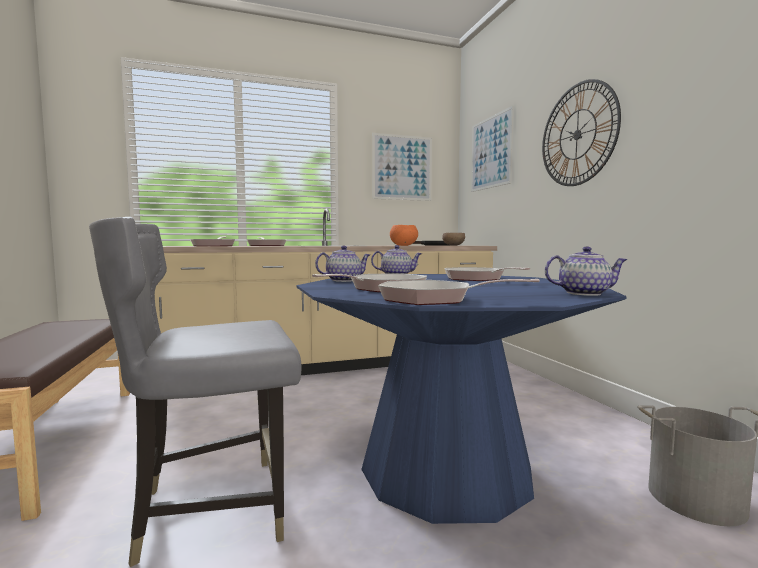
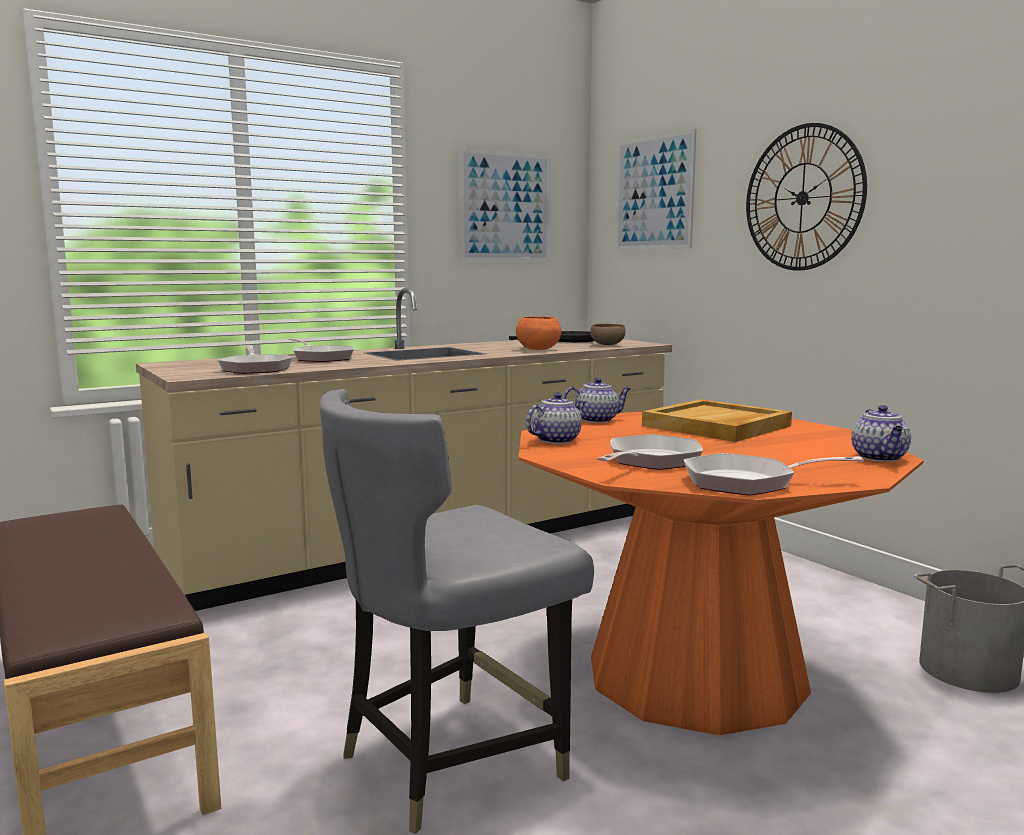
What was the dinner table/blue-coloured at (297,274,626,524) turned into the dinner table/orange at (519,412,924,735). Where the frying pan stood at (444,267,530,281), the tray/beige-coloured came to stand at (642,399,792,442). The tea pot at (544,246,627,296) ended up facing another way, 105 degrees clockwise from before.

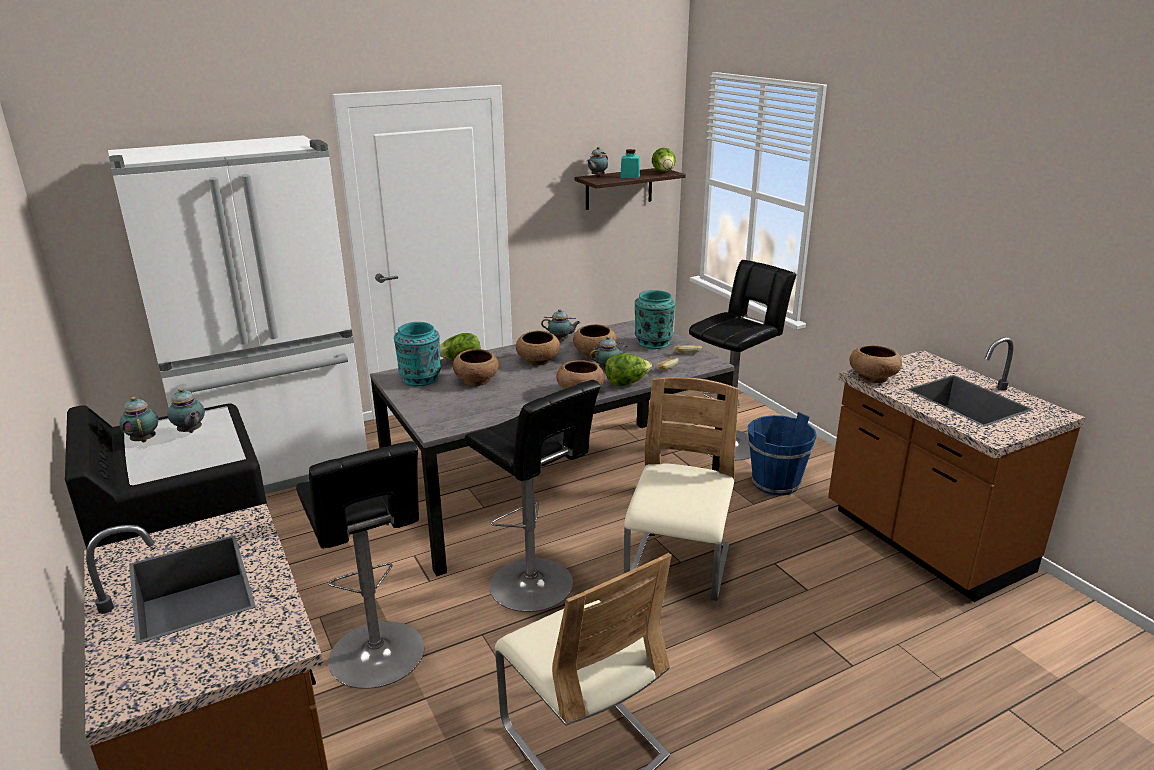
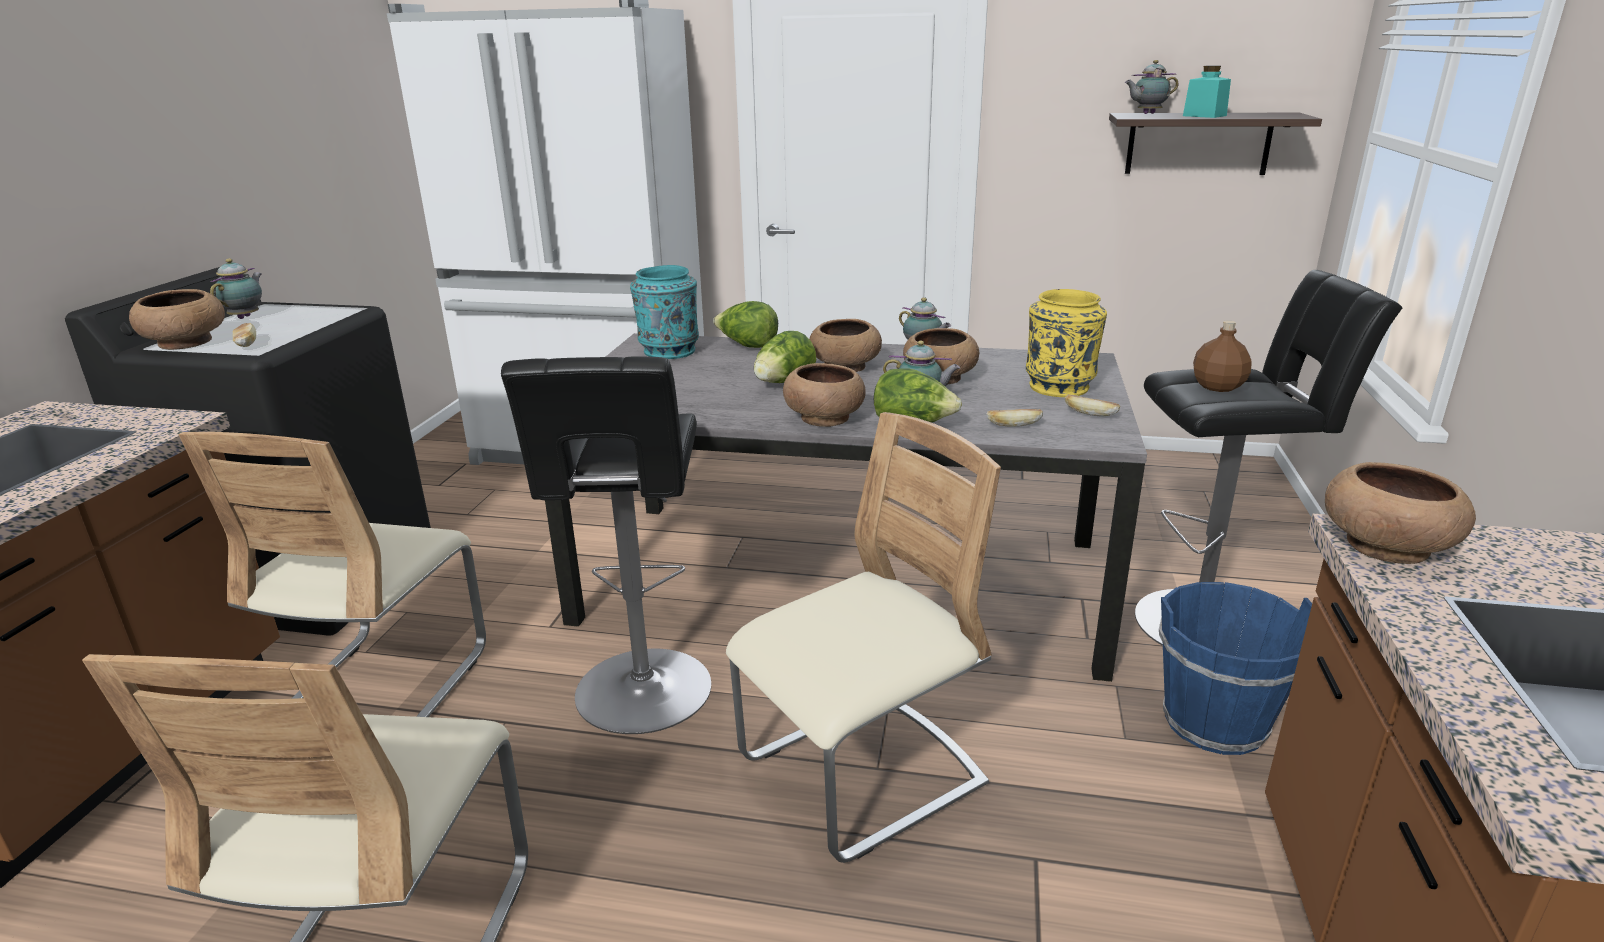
The serving bowl/brown-coloured ended up elsewhere, having gone from (453,349,499,386) to (129,289,225,350). Where the sitting stool/black-coloured stood at (296,441,424,689), the plain chair/beige-coloured came to stand at (179,432,486,717). The second view gained the bread at (233,323,256,347). The head of lettuce ended up elsewhere, having gone from (652,148,676,172) to (754,331,816,383). What was the decorative vase/blue-green at (635,290,675,349) turned into the decorative vase/yellow-coloured at (1026,289,1107,397). The second view gained the beverage bottle/brown-coloured at (1193,320,1252,392). The second view lost the tea pot at (168,388,205,433).

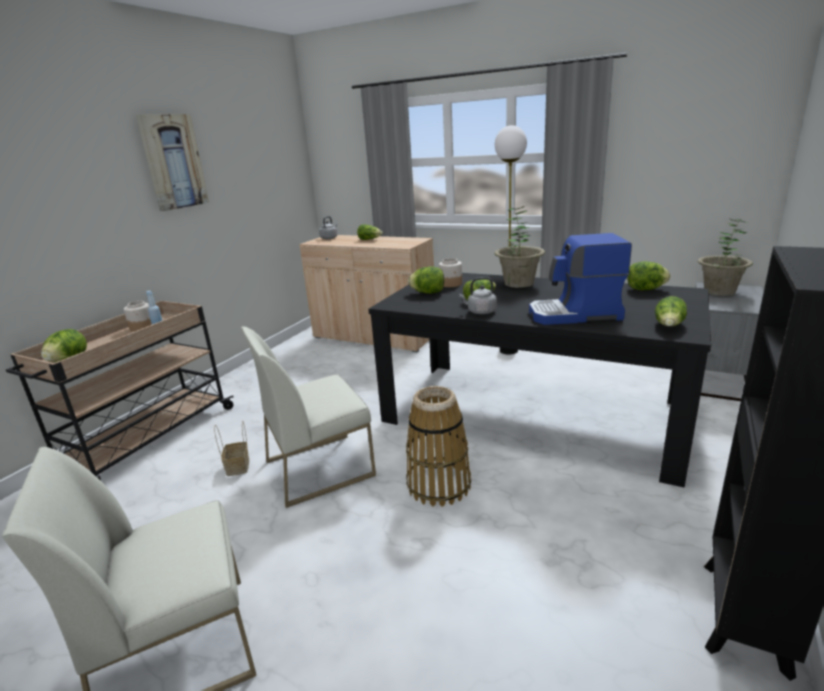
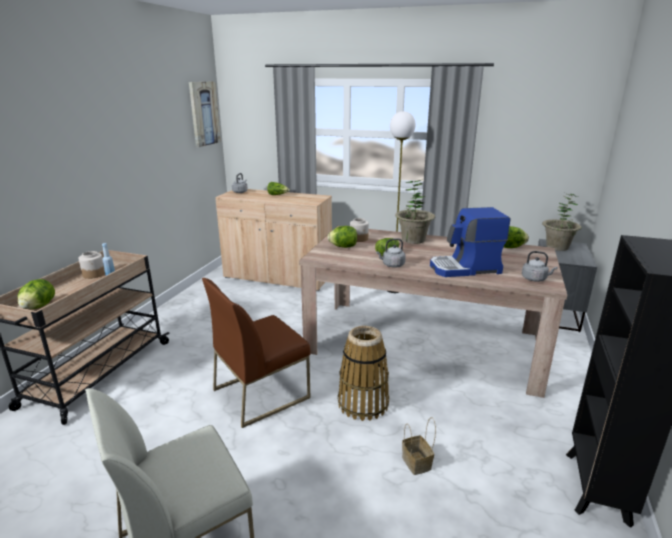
The wall picture ended up elsewhere, having gone from (136,114,209,211) to (189,81,221,147). What was the plain chair/whitish at (241,326,376,508) turned into the plain chair/brown-coloured at (202,278,311,428). What was the dinner table/black-coloured at (368,273,711,487) turned into the dinner table/beige-coloured at (299,226,567,398). The household basket ended up elsewhere, having gone from (214,421,249,476) to (402,417,436,475). Where the head of lettuce stood at (655,296,687,327), the water kettle/greyish came to stand at (522,251,558,282).

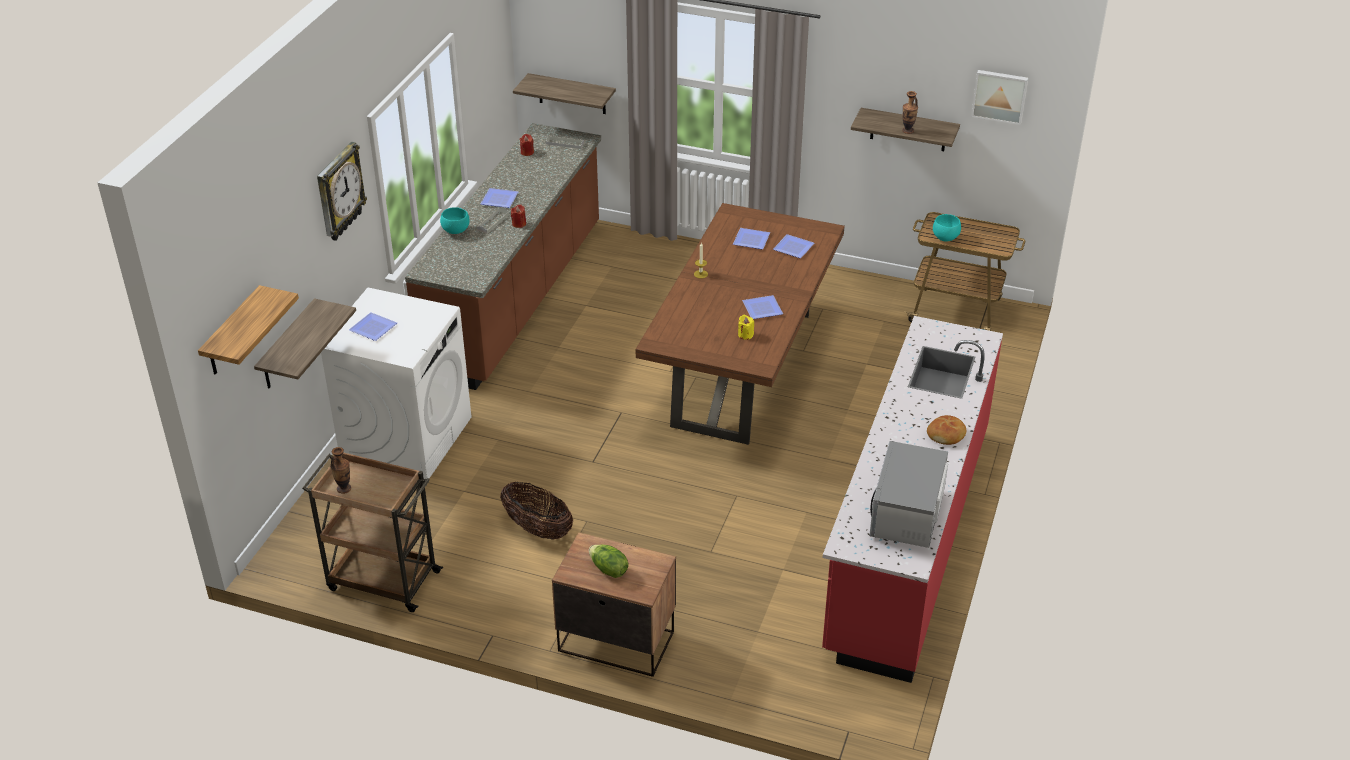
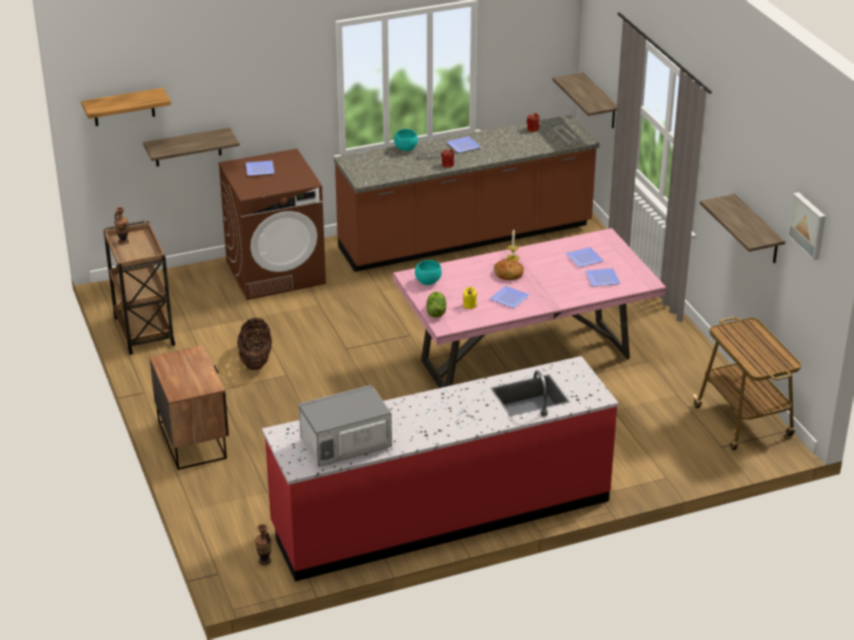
What was the laundry appliance/whitish at (321,288,472,479) turned into the laundry appliance/brown-coloured at (218,149,326,300). The decorative vase ended up elsewhere, having gone from (902,91,918,134) to (255,524,271,565). What was the dinner table/brown-coloured at (635,203,845,445) turned into the dinner table/pink at (393,228,666,388). The serving bowl/blue-green ended up elsewhere, having gone from (933,214,961,242) to (415,260,442,285). The head of lettuce ended up elsewhere, having gone from (589,545,629,578) to (426,291,446,318). The bread ended up elsewhere, having gone from (927,415,966,445) to (494,260,524,280). The second view lost the clock on the wall at (317,142,367,241).

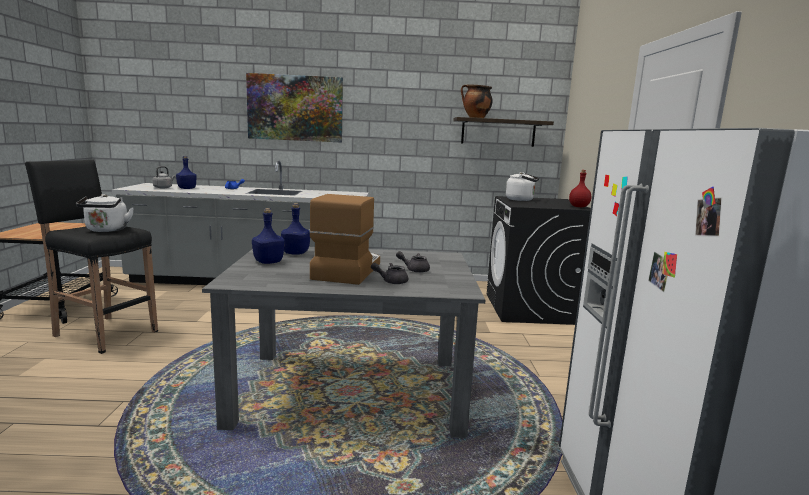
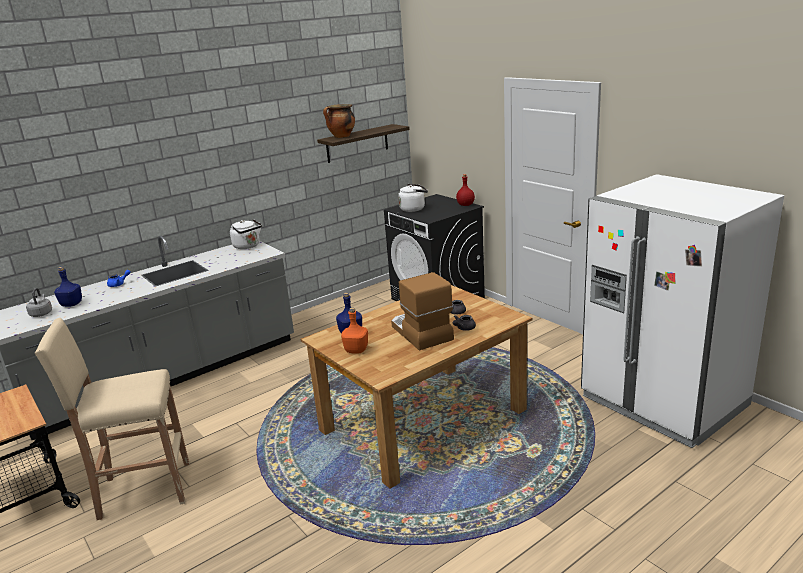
What was the sitting stool/black-coloured at (25,160,158,354) turned into the sitting stool/beige-coloured at (35,318,189,520). The water kettle/whitish ended up elsewhere, having gone from (76,194,134,232) to (230,219,262,249). What was the dinner table/greyish at (202,247,485,438) turned into the dinner table/brown-coloured at (301,285,532,489). What was the beverage bottle/blue-coloured at (252,208,285,264) turned into the beverage bottle/orange at (341,307,368,354). The second view lost the wall picture at (246,73,343,143).

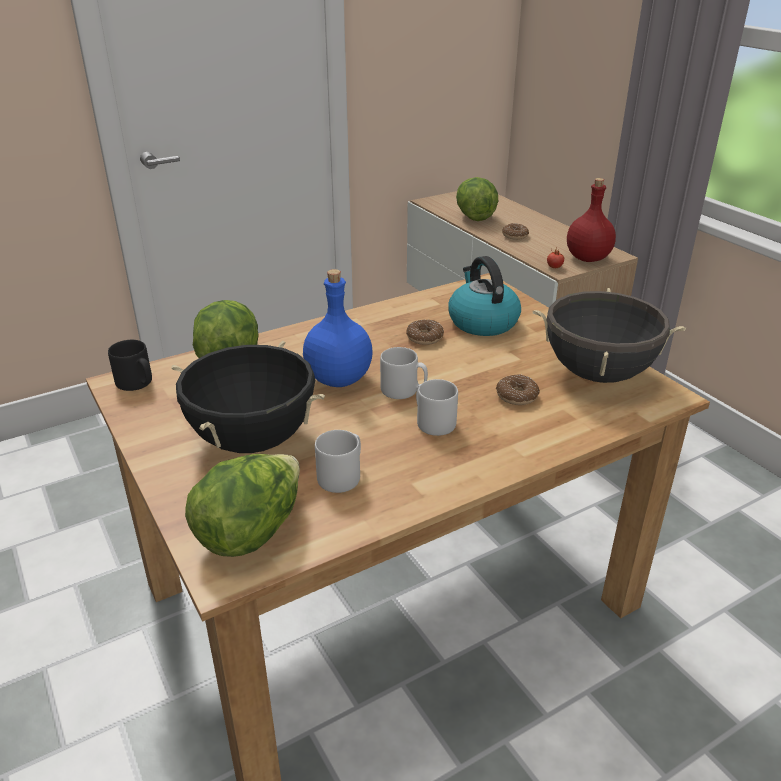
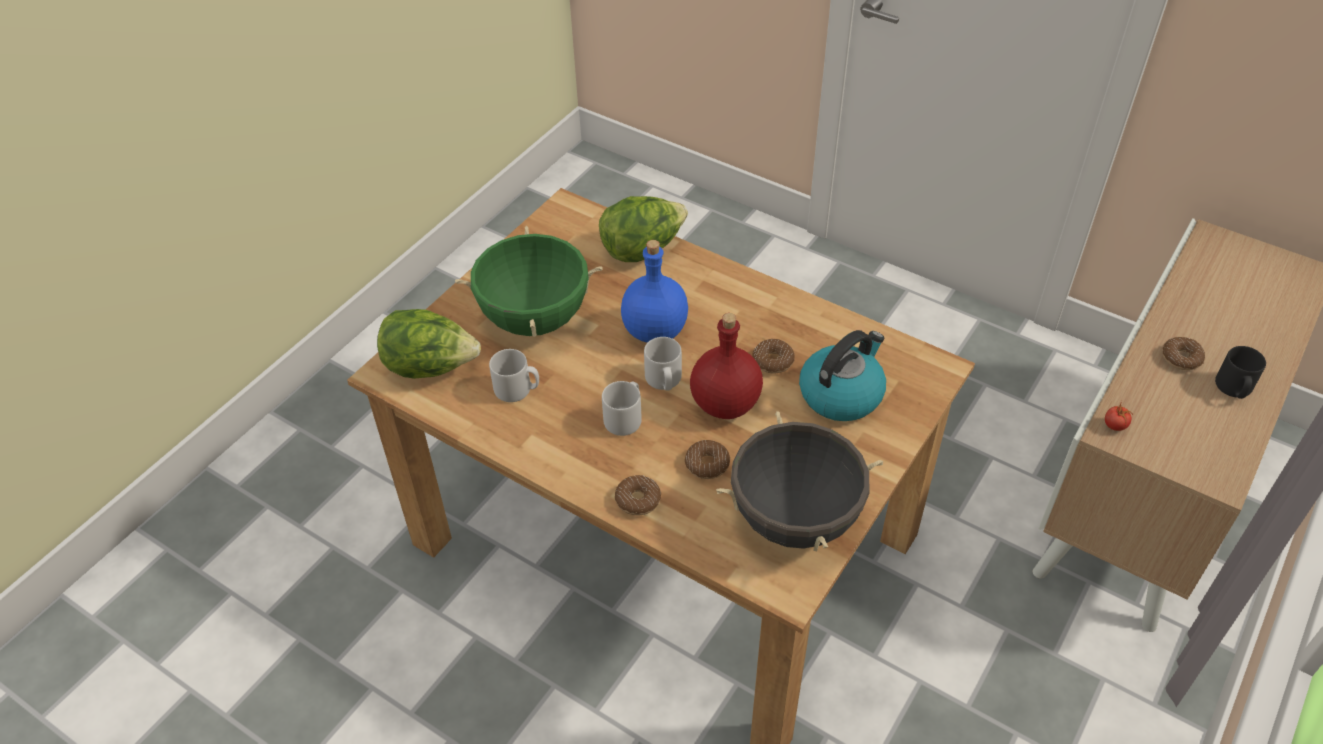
What was the cooking pot/black-coloured at (171,341,325,453) turned into the cooking pot/greenish at (455,226,602,337). The second view gained the doughnut at (615,475,661,515). The beverage bottle/red ended up elsewhere, having gone from (567,178,616,262) to (690,313,763,419). The tea mug/black-coloured ended up elsewhere, having gone from (108,340,152,391) to (1215,346,1266,399). The second view lost the head of lettuce at (456,177,498,221).

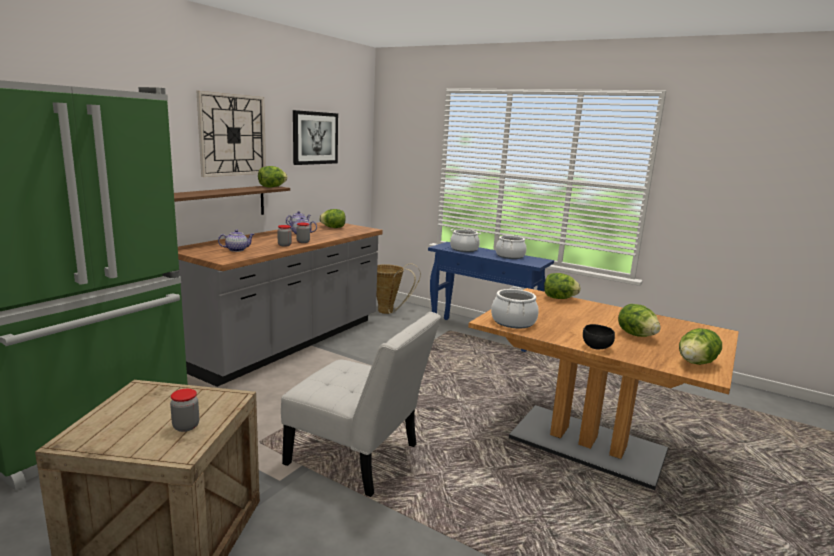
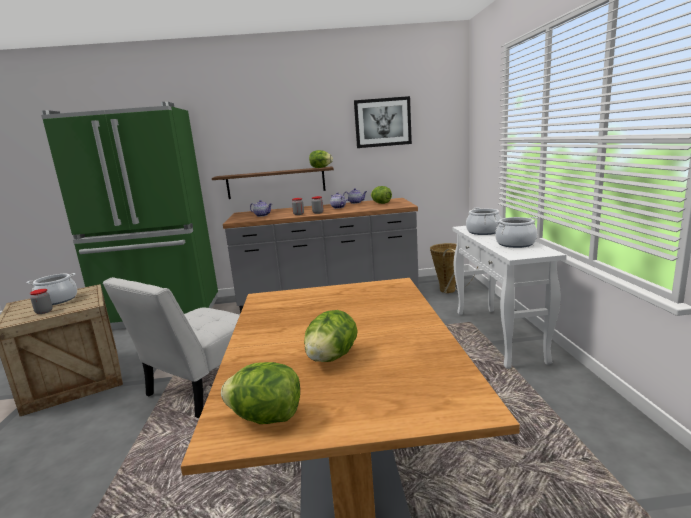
The cooking pot ended up elsewhere, having gone from (491,287,539,328) to (27,273,77,305). The plain chair/whitish at (281,312,441,497) ended up facing another way, 45 degrees clockwise from before. What was the hall table/blue-coloured at (428,242,554,352) turned into the hall table/whitish at (452,226,567,369). The second view lost the clock on the wall at (197,91,266,177). The second view lost the head of lettuce at (544,273,581,299). The second view lost the serving bowl/black-coloured at (583,324,615,349).

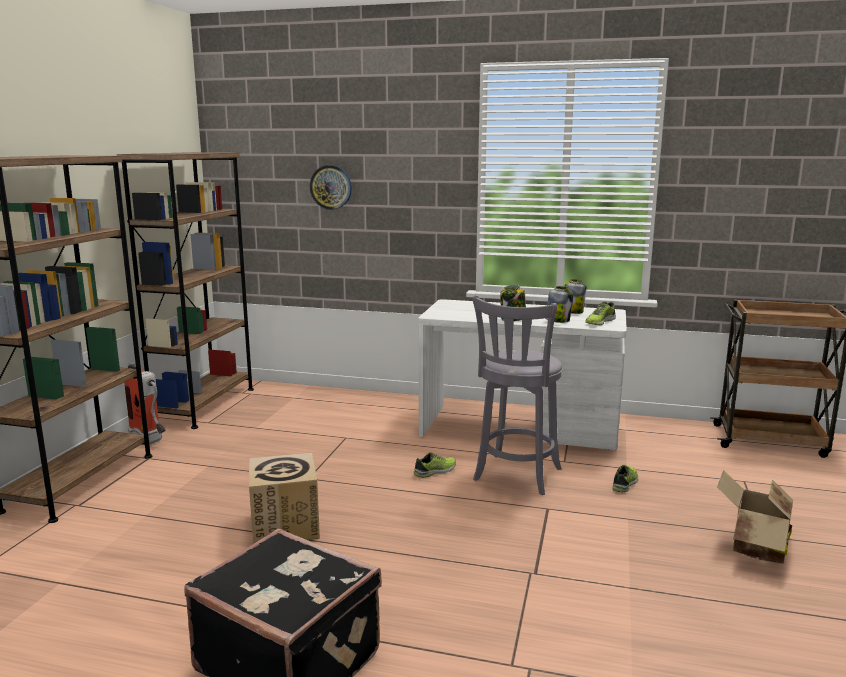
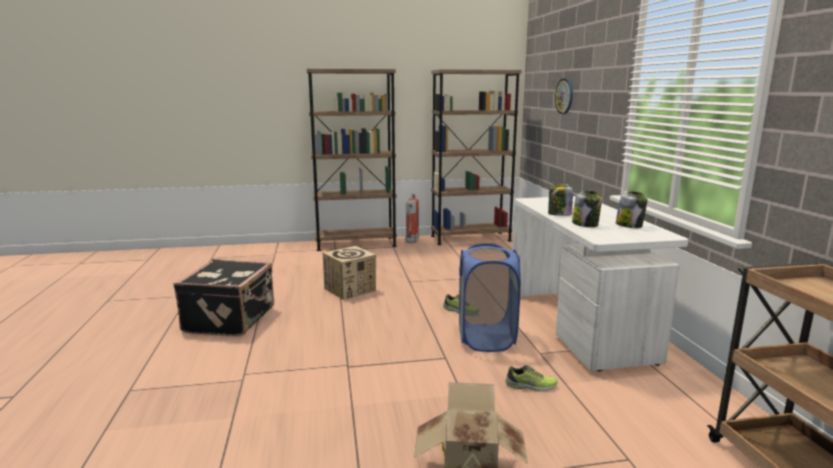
Where the sitting stool/greyish stood at (473,295,563,495), the washing basket/blue-coloured came to stand at (459,244,521,352). The second view lost the item of footwear at (585,301,616,325).

